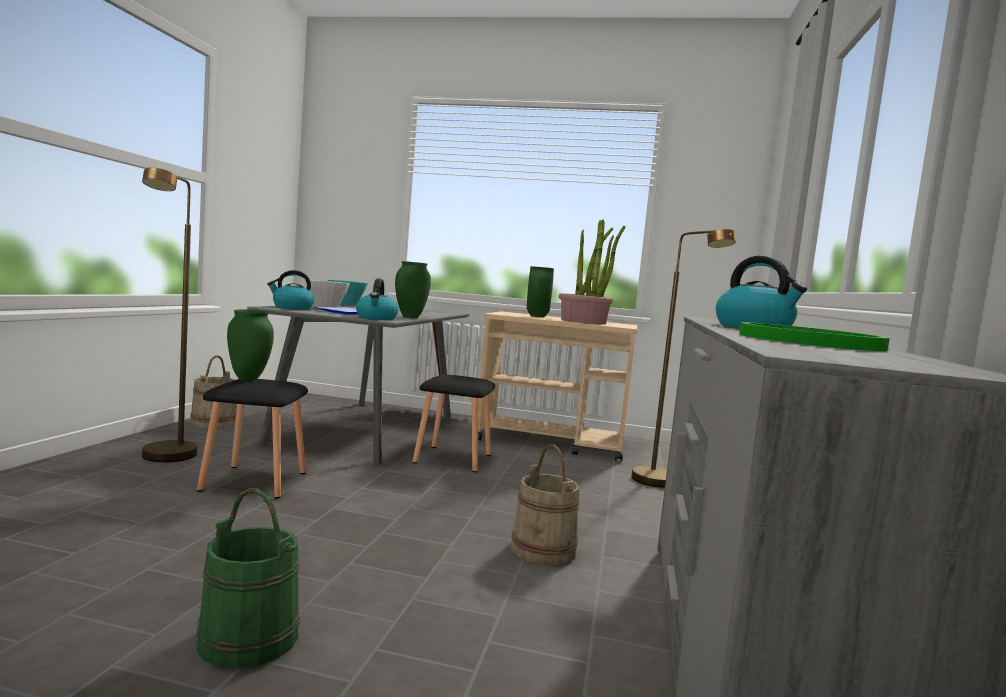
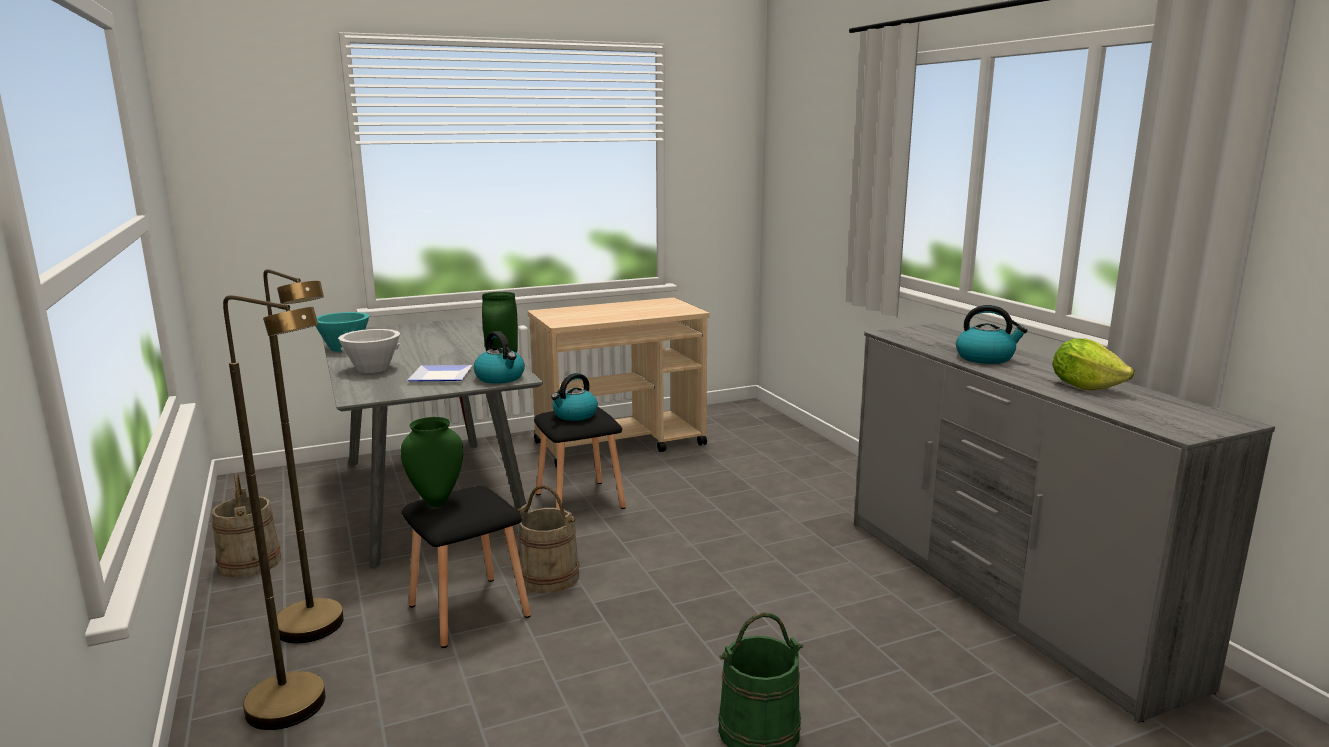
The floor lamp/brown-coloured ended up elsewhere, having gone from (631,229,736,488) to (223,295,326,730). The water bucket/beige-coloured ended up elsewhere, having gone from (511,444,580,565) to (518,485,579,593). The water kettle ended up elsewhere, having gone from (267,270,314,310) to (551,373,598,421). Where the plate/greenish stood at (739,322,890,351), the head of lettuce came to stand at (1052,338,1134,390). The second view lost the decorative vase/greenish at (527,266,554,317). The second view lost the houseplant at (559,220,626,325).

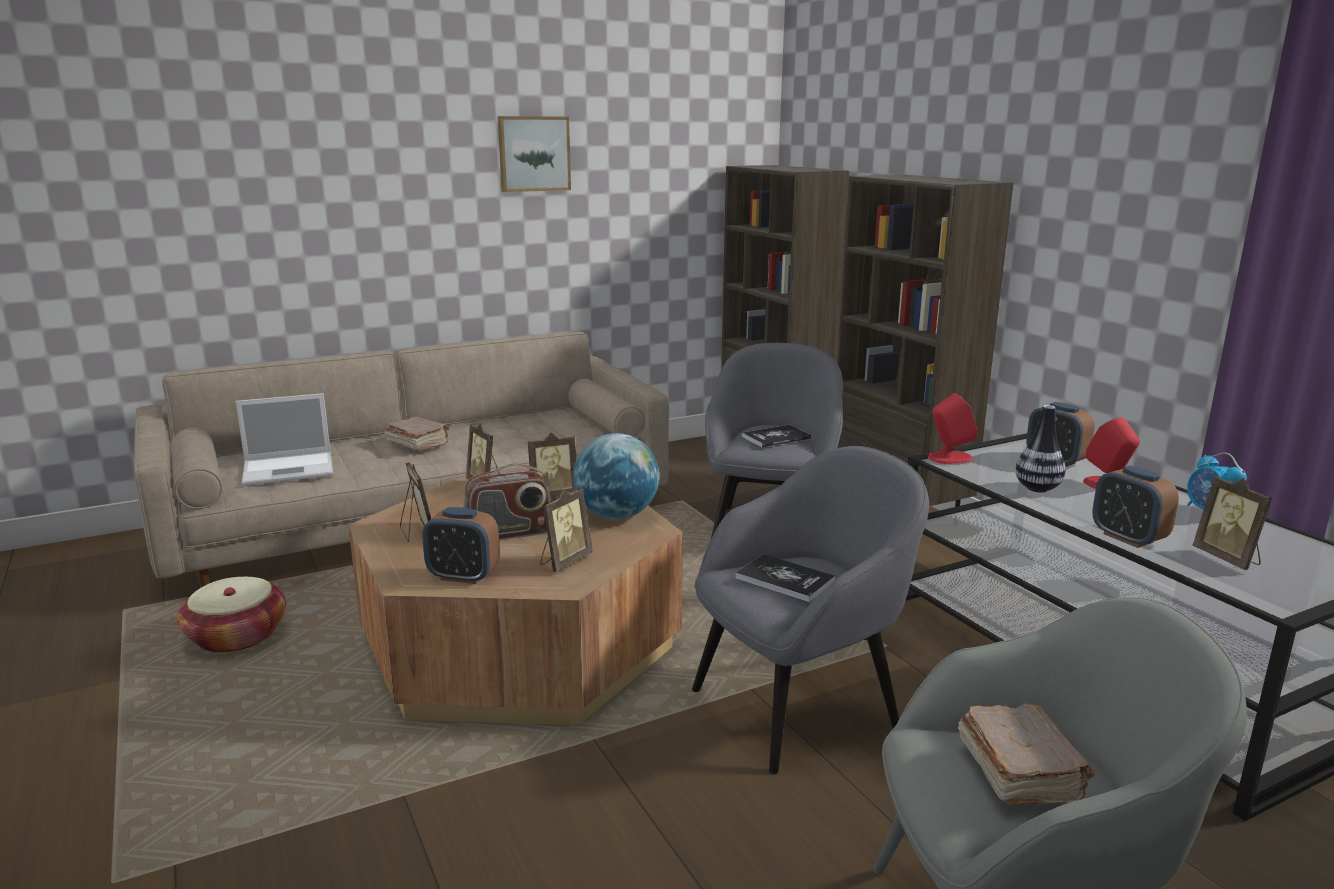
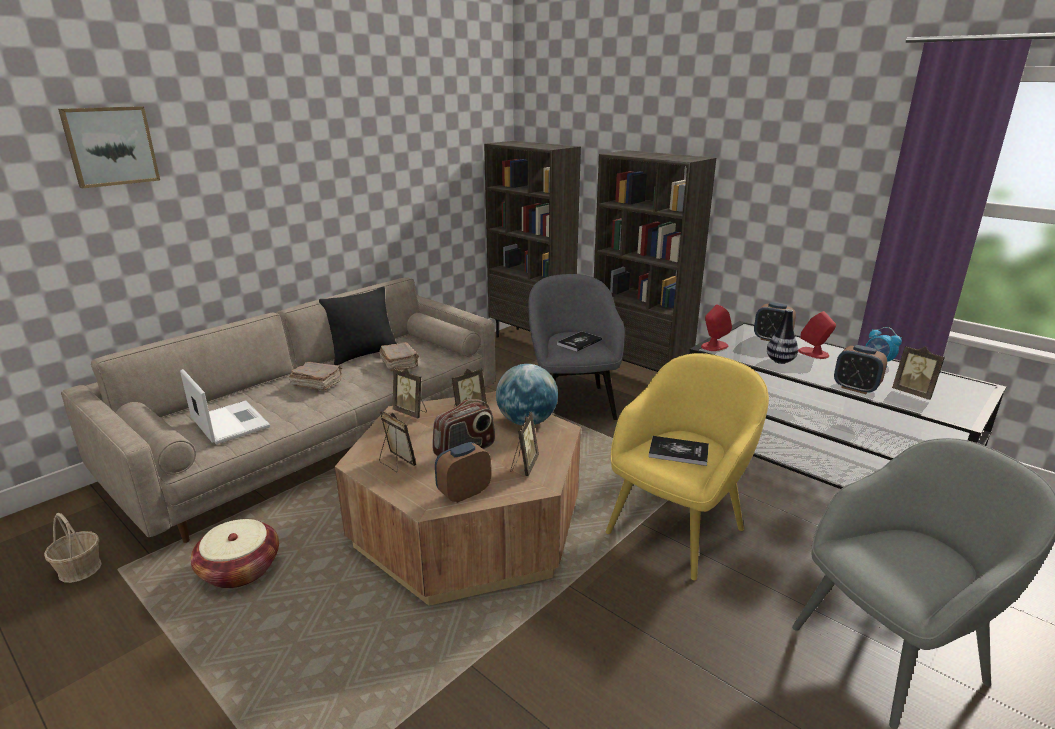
The second view gained the household basket at (44,513,102,583). The wall picture ended up elsewhere, having gone from (498,116,571,192) to (58,106,160,189). The laptop at (236,393,333,486) ended up facing another way, 90 degrees counterclockwise from before. The second view gained the cushion/black-coloured at (319,287,397,365). The book/brown-coloured ended up elsewhere, having gone from (958,703,1095,806) to (379,342,419,371). The table clock at (422,507,500,584) ended up facing another way, 150 degrees clockwise from before. What was the easy chair/greyish at (692,446,929,774) turned into the easy chair/yellow-coloured at (606,353,769,580).

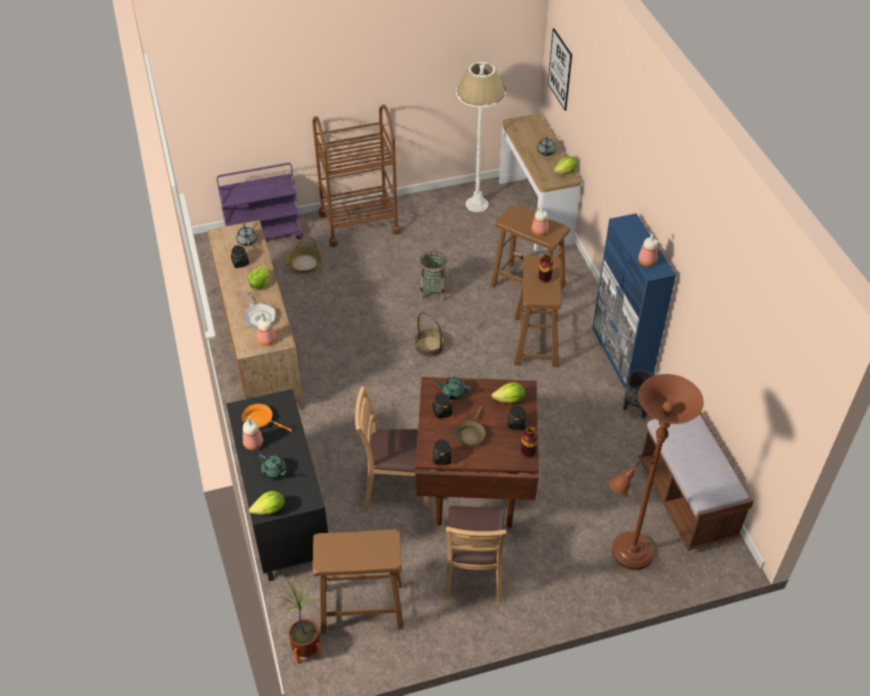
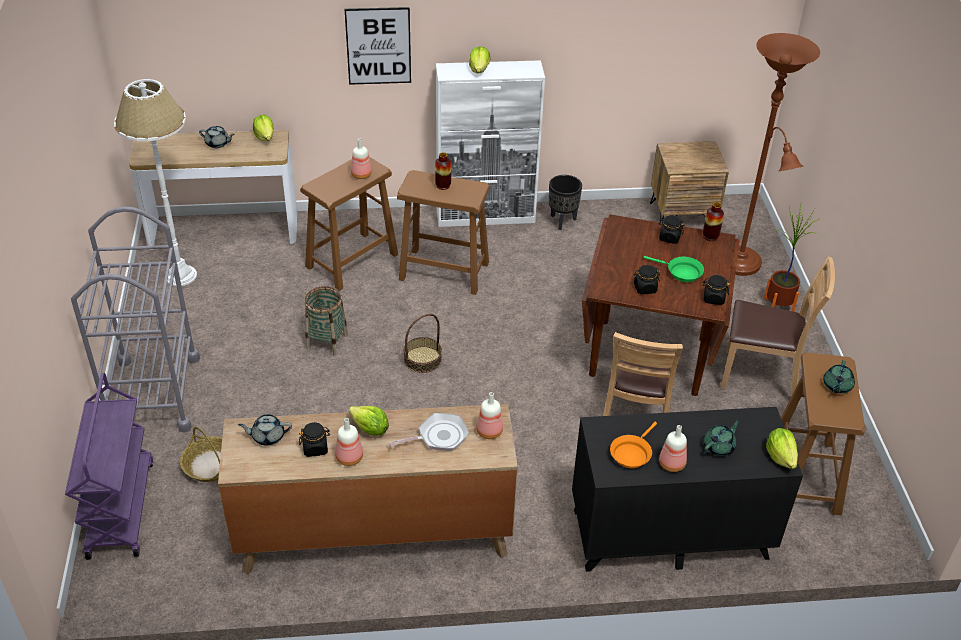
What was the wheeled cart/brown-coloured at (312,105,401,247) turned into the wheeled cart/greyish at (71,207,200,433). The beverage bottle ended up elsewhere, having gone from (638,232,658,266) to (335,418,363,466). The wall picture ended up elsewhere, having gone from (548,28,572,111) to (345,7,411,85). What was the cupboard/blue-coloured at (592,213,676,390) turned into the cupboard/whitish at (436,60,545,227). The head of lettuce ended up elsewhere, having gone from (491,382,525,403) to (469,46,491,73). What was the frying pan/brown-coloured at (454,406,486,446) turned into the frying pan/greenish at (643,256,704,282). Where the bench/brown-coloured stood at (639,412,754,551), the night table/brown-coloured came to stand at (650,141,729,223). The houseplant ended up elsewhere, having gone from (275,575,322,663) to (764,205,819,312). The tea pot/greenish ended up elsewhere, having gone from (434,377,471,400) to (823,360,855,393).

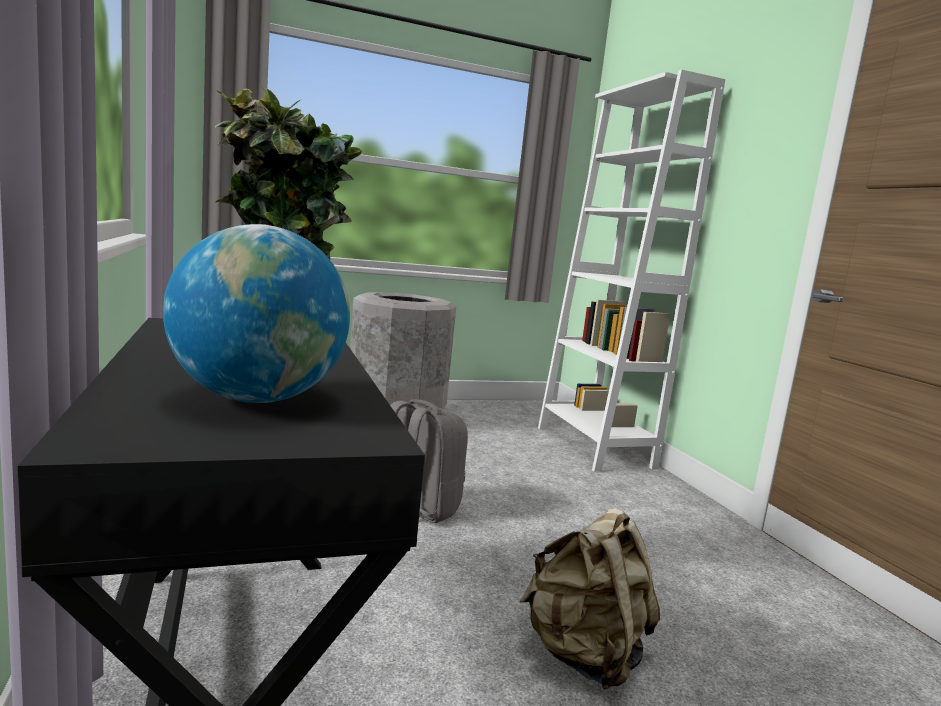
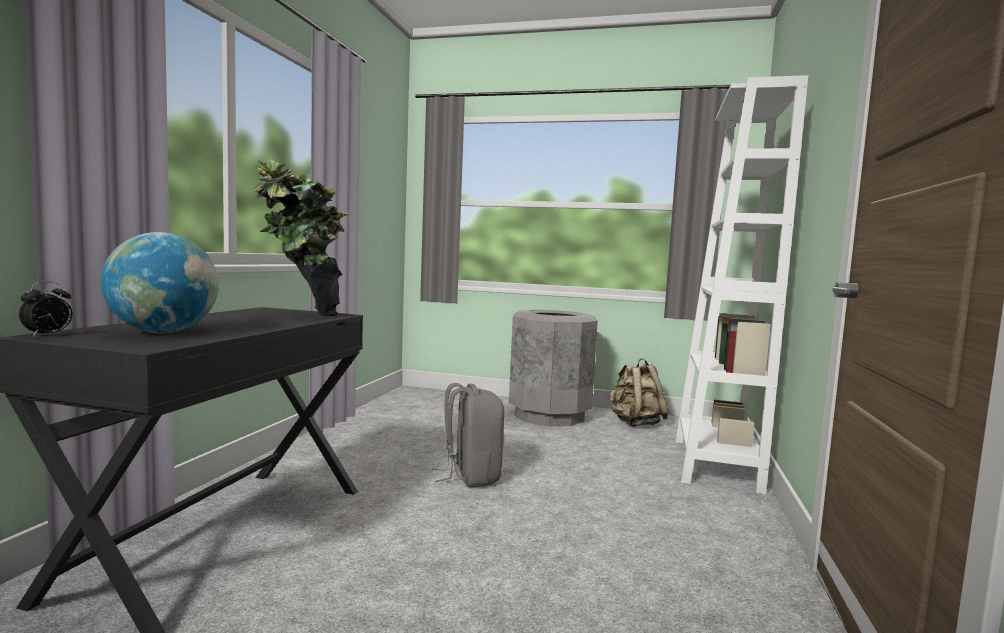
The second view gained the table clock at (19,281,72,337). The rucksack/beige-coloured ended up elsewhere, having gone from (519,508,660,690) to (609,358,669,427).

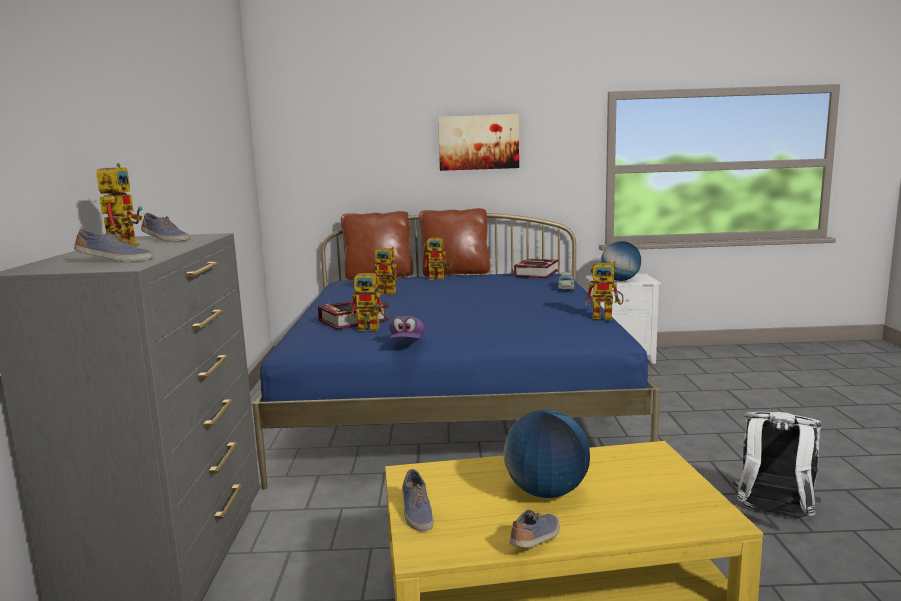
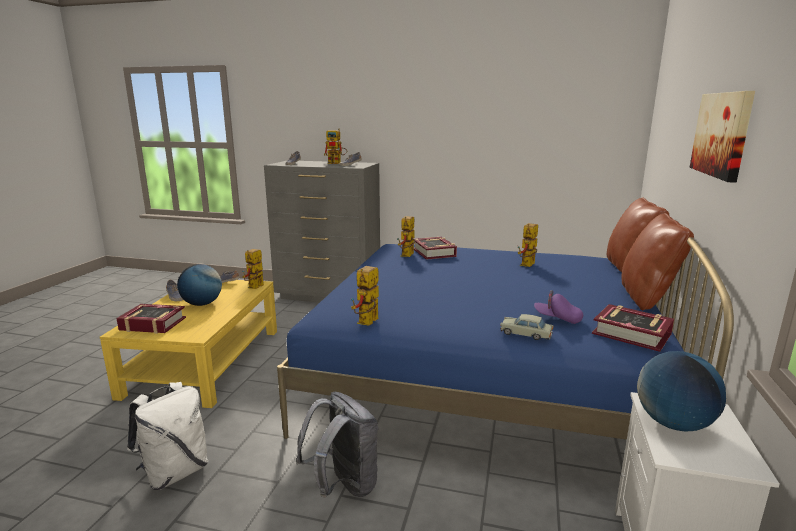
The second view gained the book at (116,304,186,334). The robot figure ended up elsewhere, having gone from (423,236,452,280) to (242,249,264,289). The second view gained the rucksack/greyish at (296,392,378,498). The baseball cap/purple ended up elsewhere, having gone from (389,316,425,338) to (534,290,583,324).

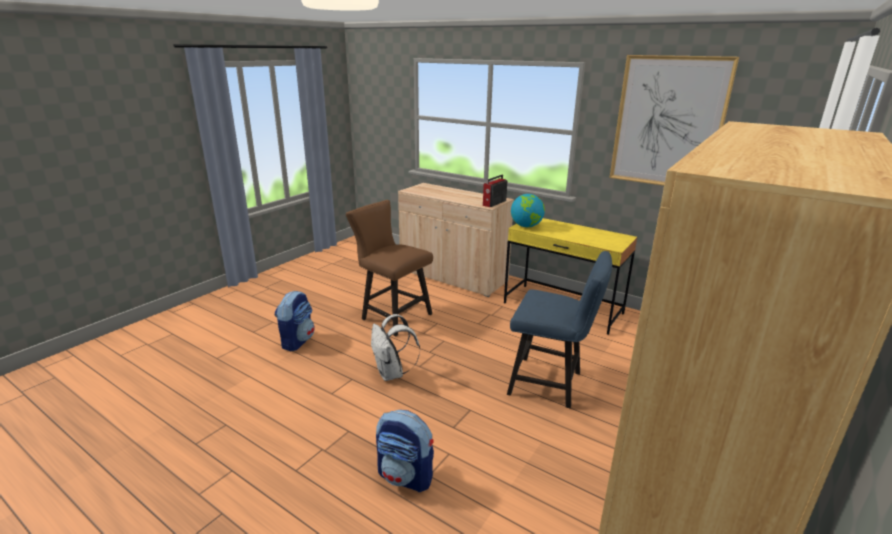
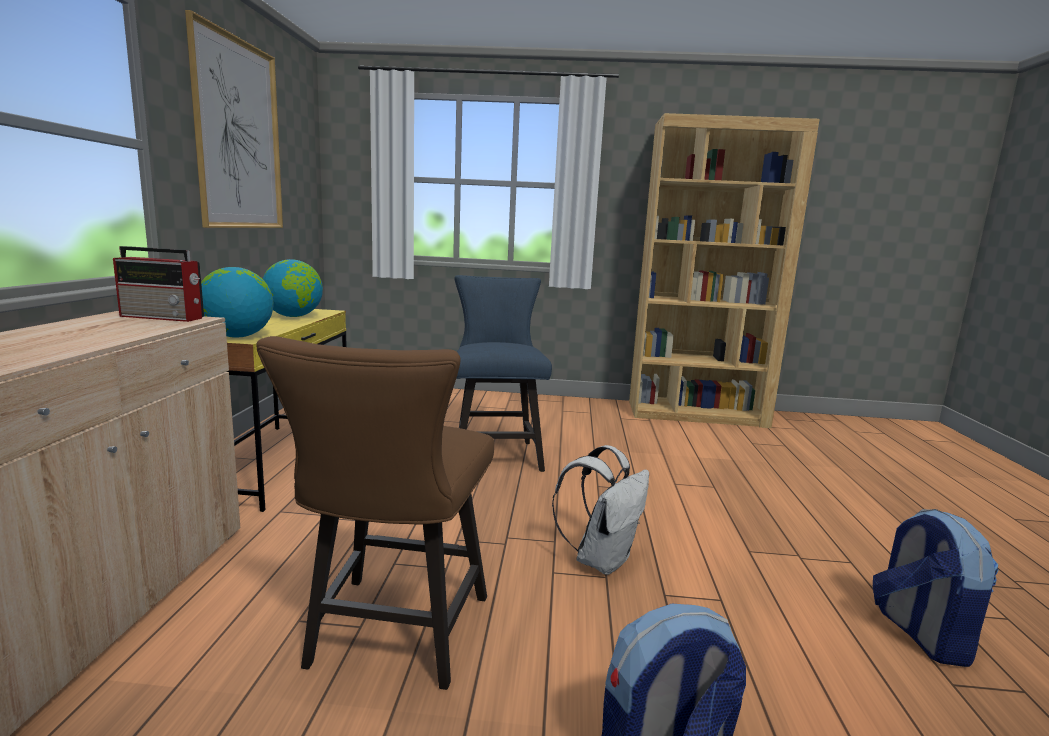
The second view gained the world globe at (263,259,323,317). The rucksack ended up elsewhere, having gone from (376,410,434,492) to (873,509,999,667).

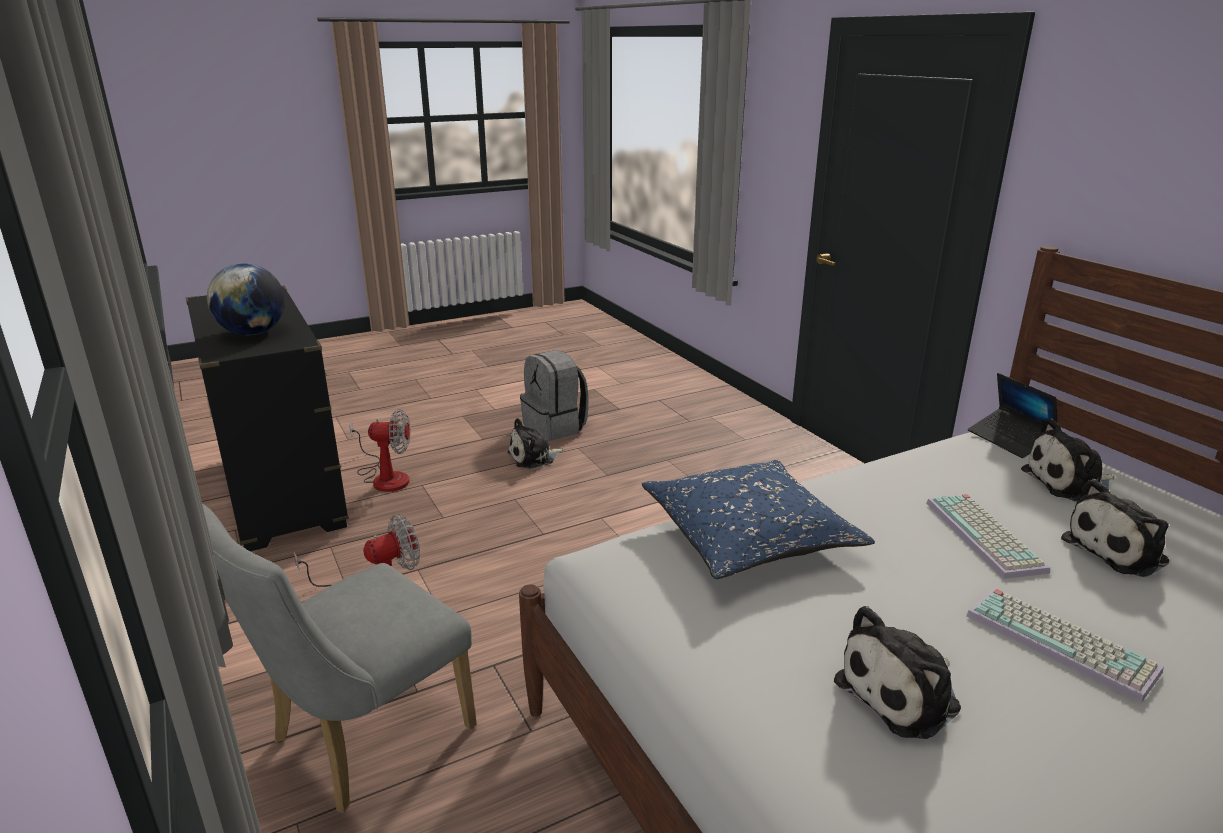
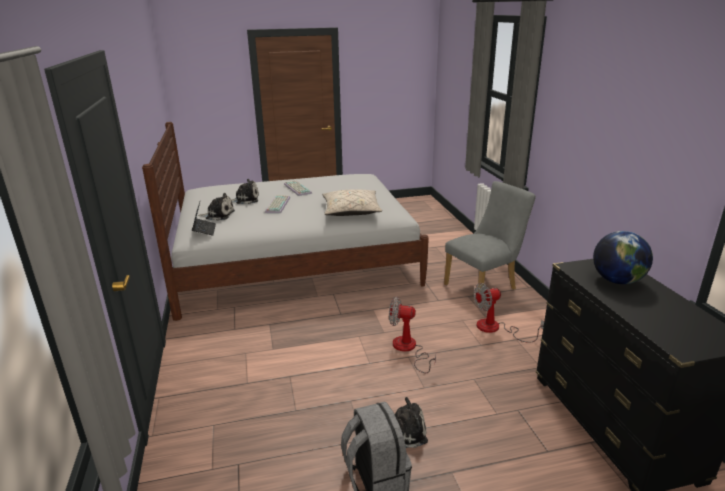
What was the cushion/blue-coloured at (642,460,875,579) turned into the cushion/beige-coloured at (322,189,382,216). The electric fan ended up elsewhere, having gone from (350,409,410,492) to (389,296,436,373). The second view lost the plush toy at (834,606,961,739).

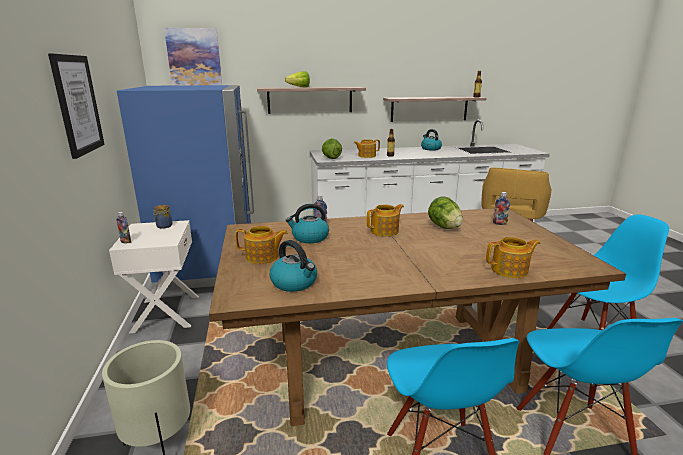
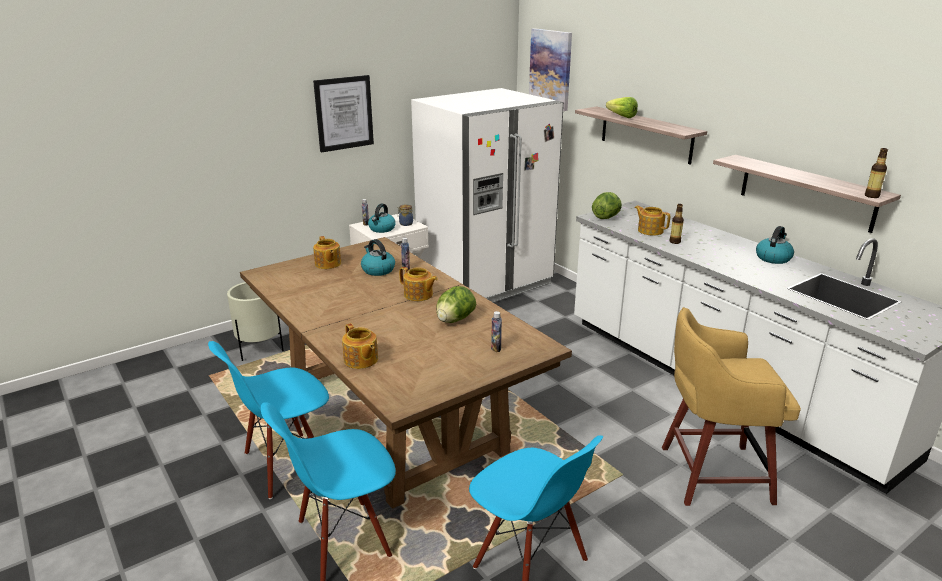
The water kettle ended up elsewhere, having gone from (270,240,317,292) to (368,204,396,233). What was the kitchen fridge/blue-coloured at (117,85,254,290) turned into the kitchen fridge/whitish at (411,88,564,302).

